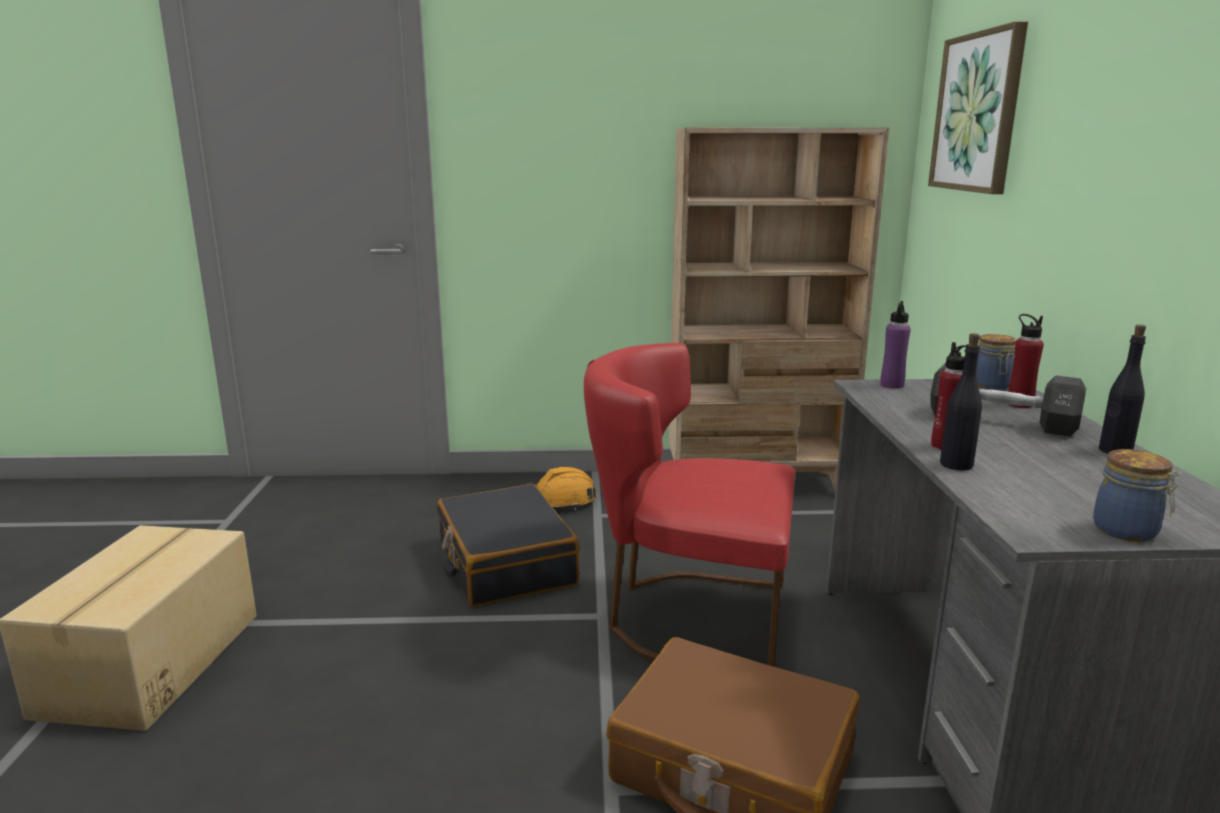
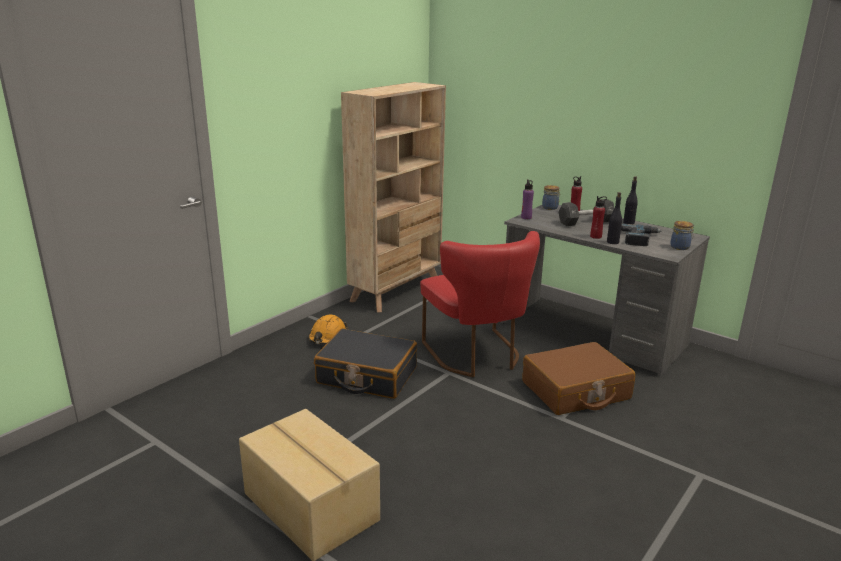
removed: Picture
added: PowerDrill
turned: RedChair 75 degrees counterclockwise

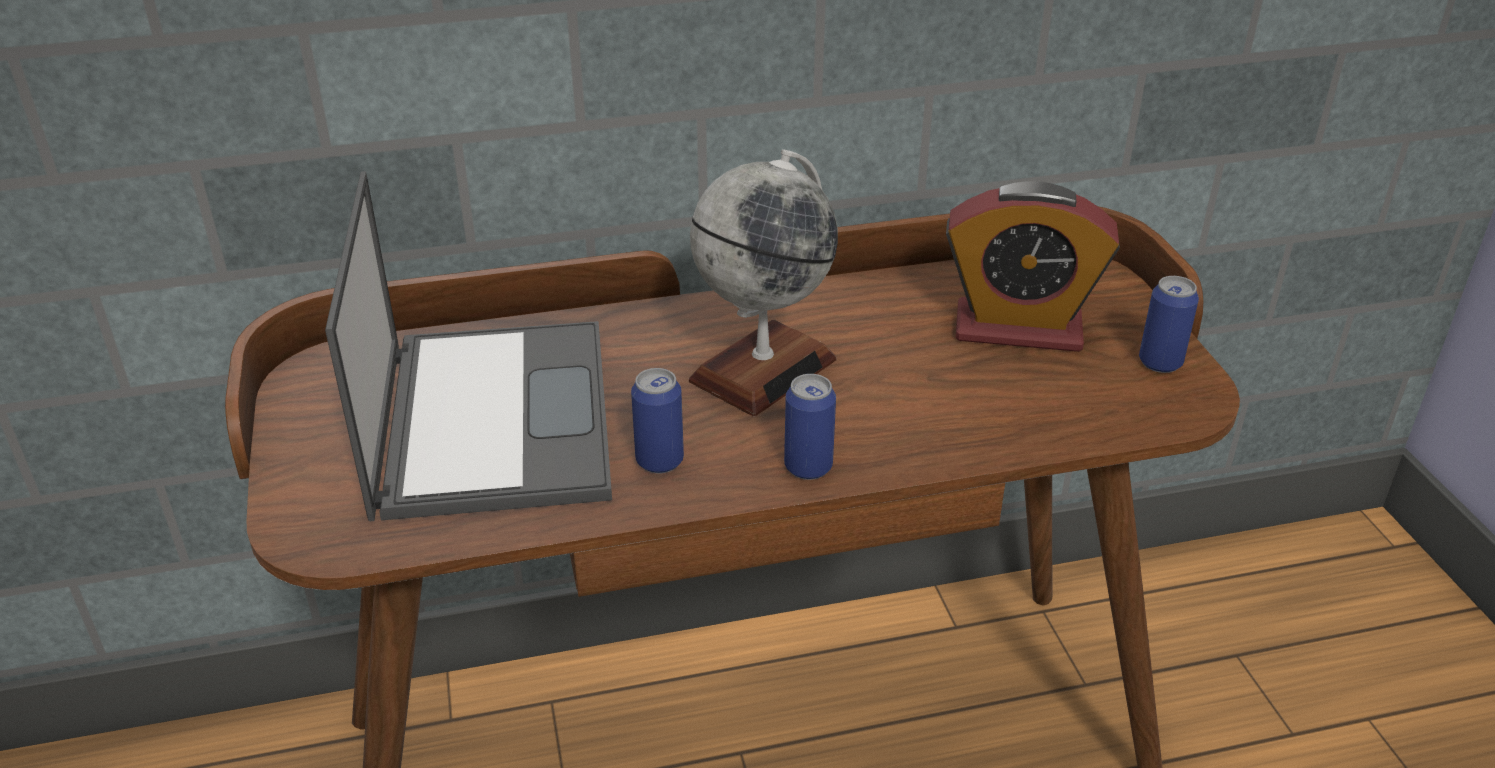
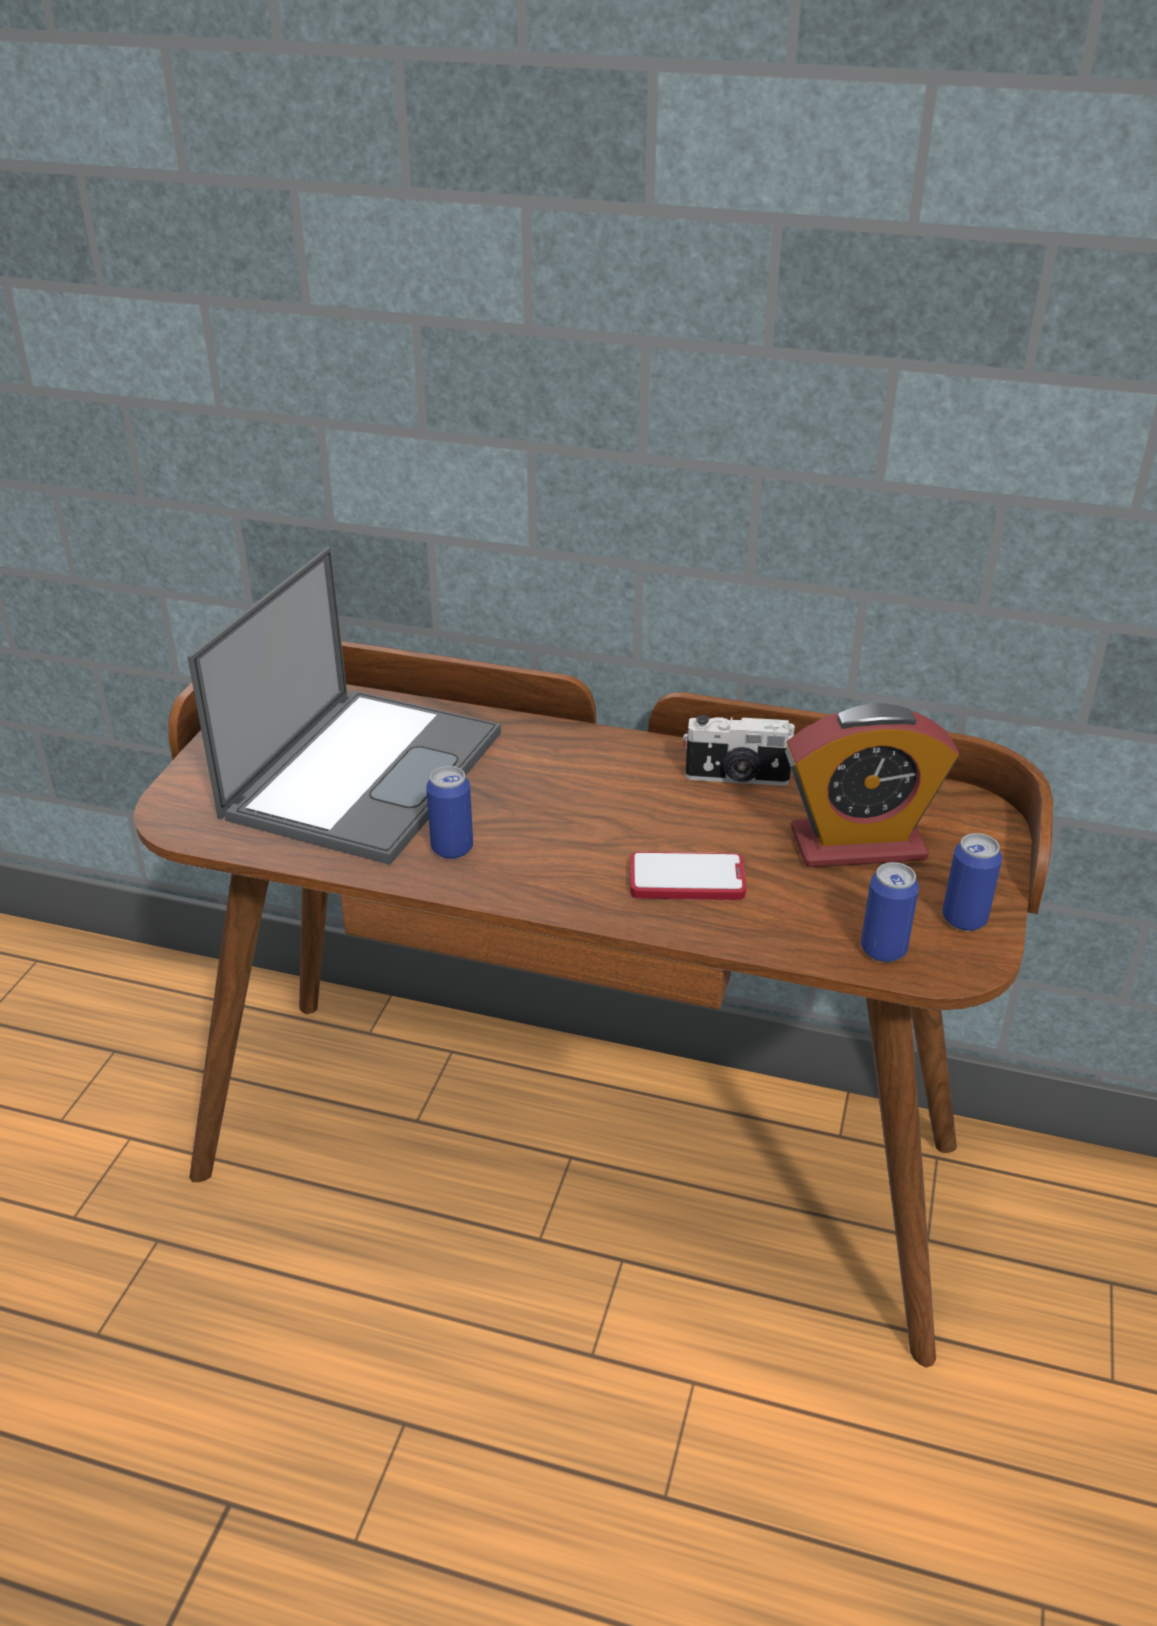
removed: Globe
added: Phone; PhotoCamera
moved: Can (2nd from left)
turned: AlarmClock 45 degrees counterclockwise

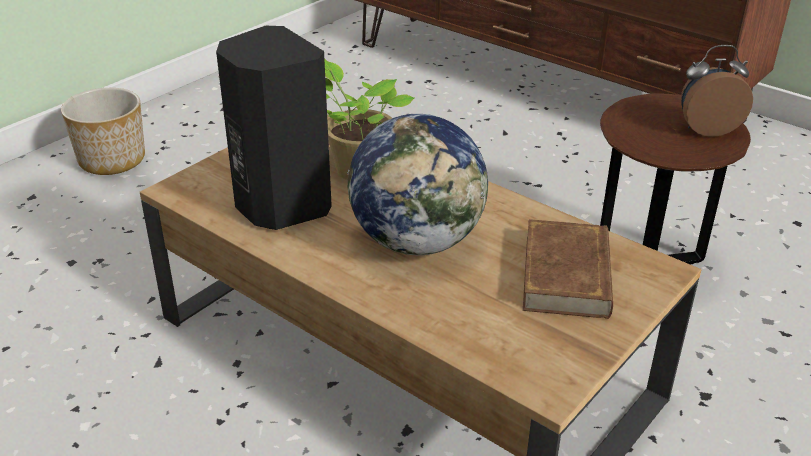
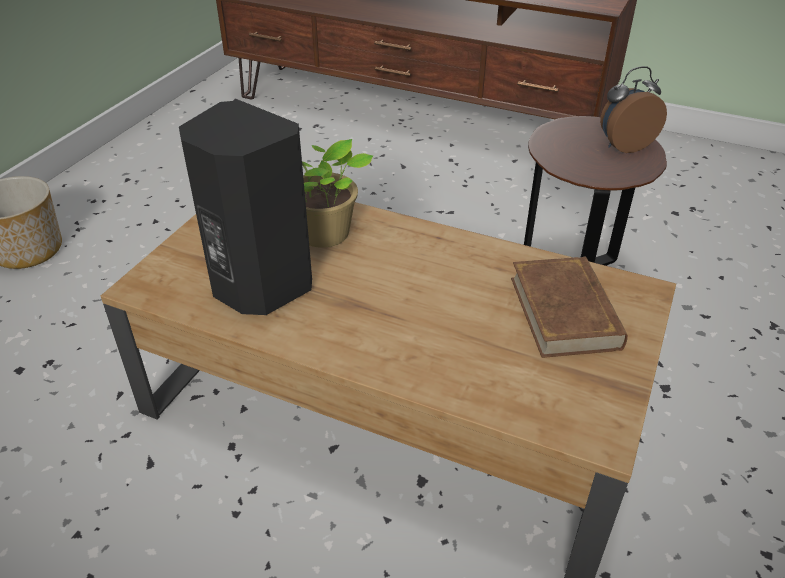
removed: Globe

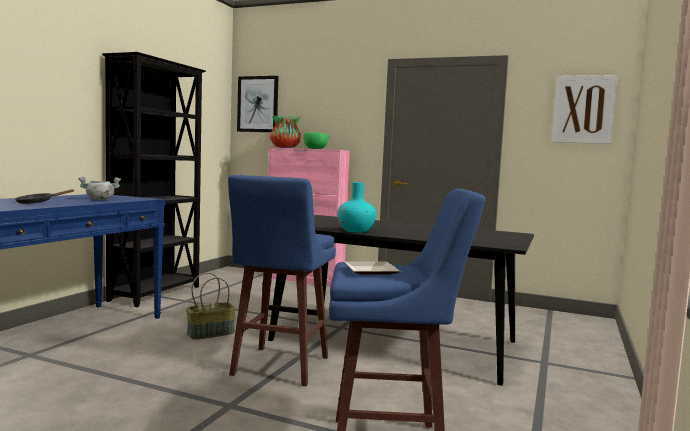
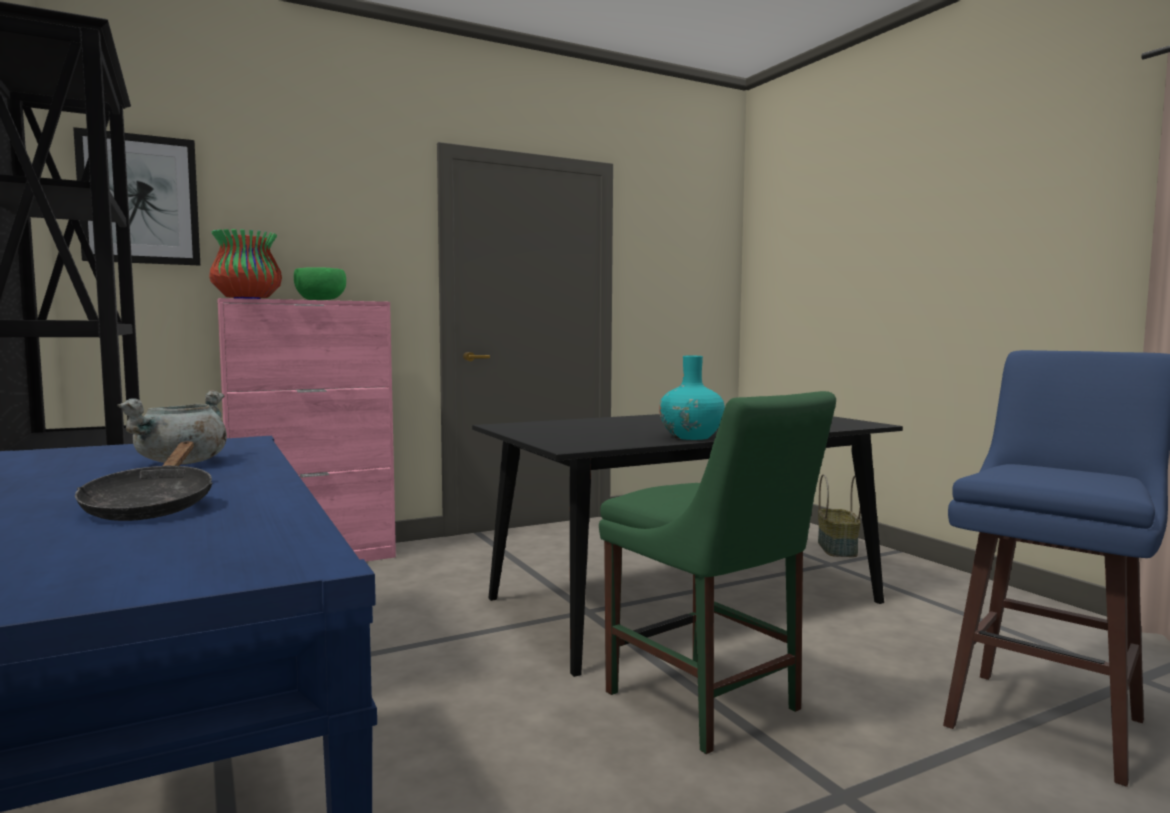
removed: Plate; Picture (2nd from left)
moved: Basket
replaced: BlueStool (1st from left) to GreenChair

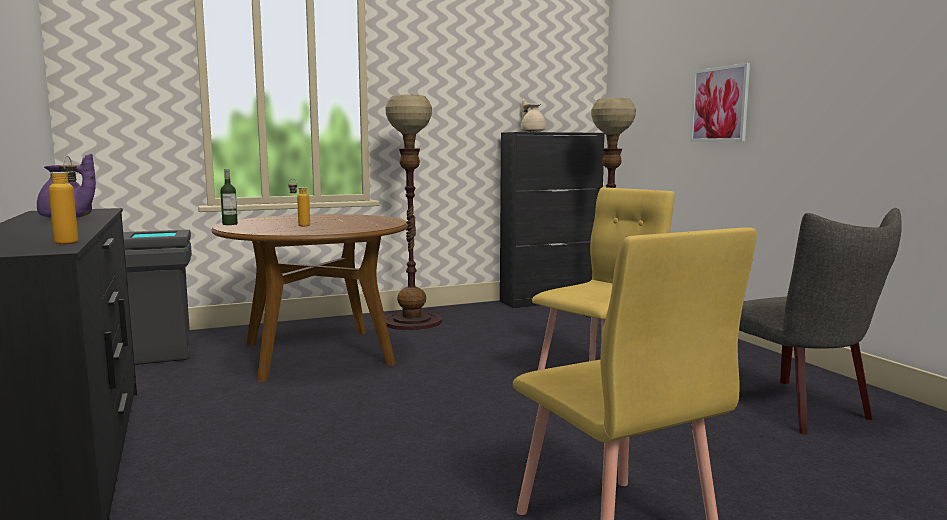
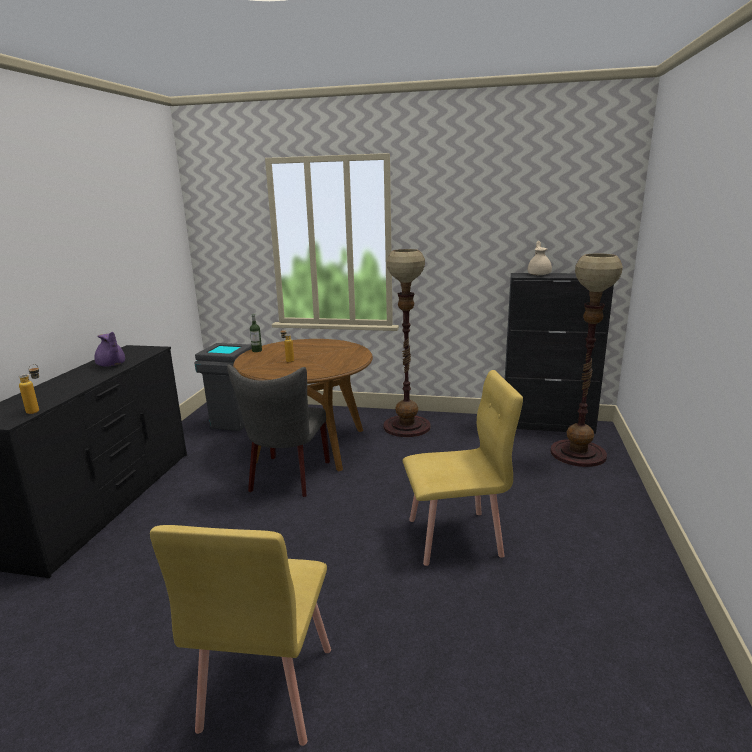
removed: Picture
moved: GreyChair

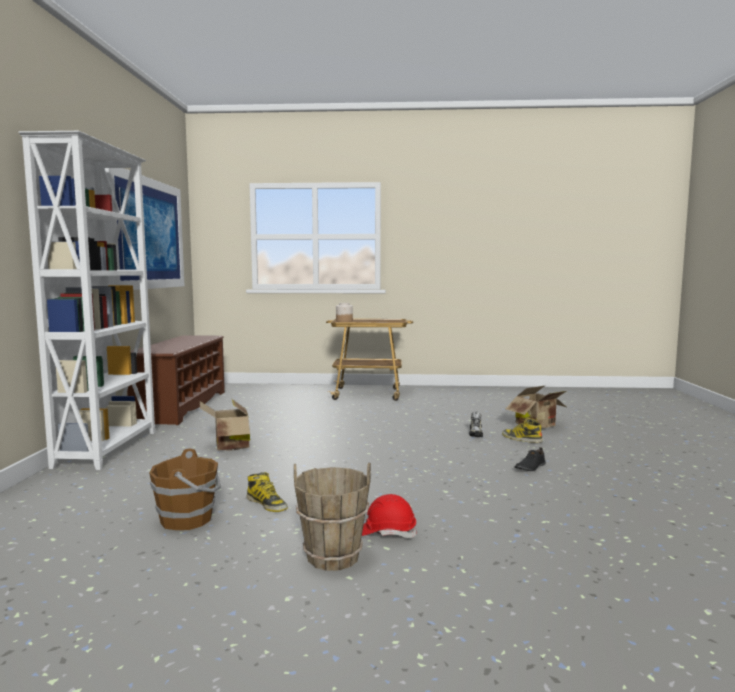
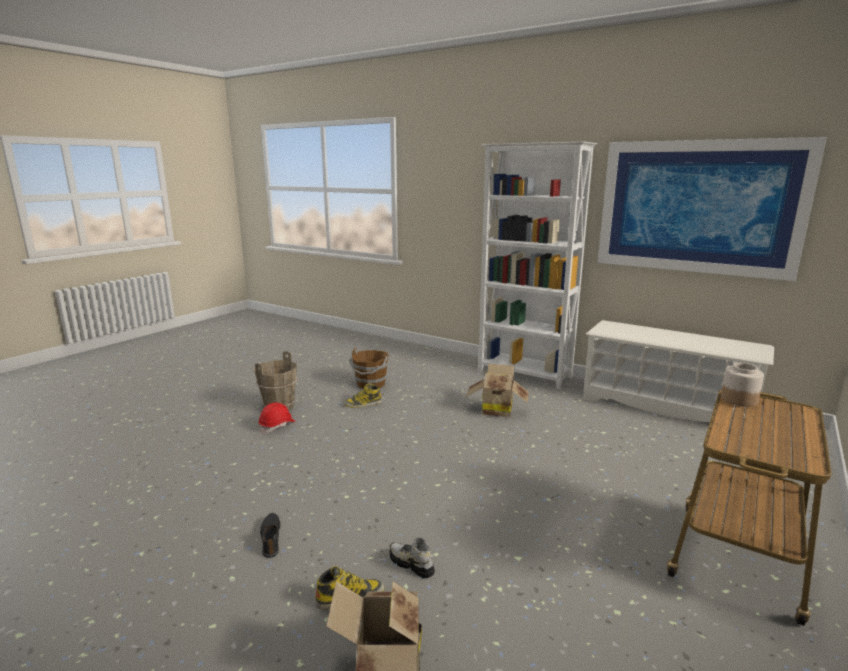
recoloured: BrownShoeRack to WhiteShoeRack

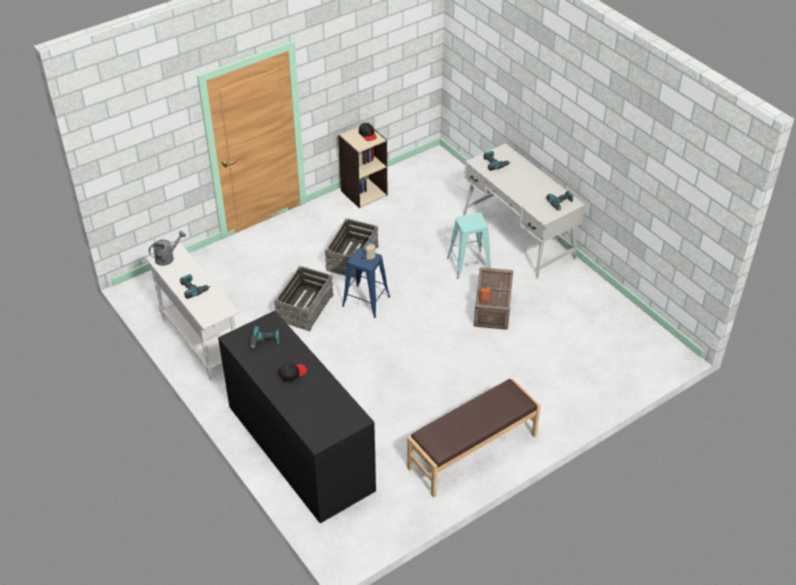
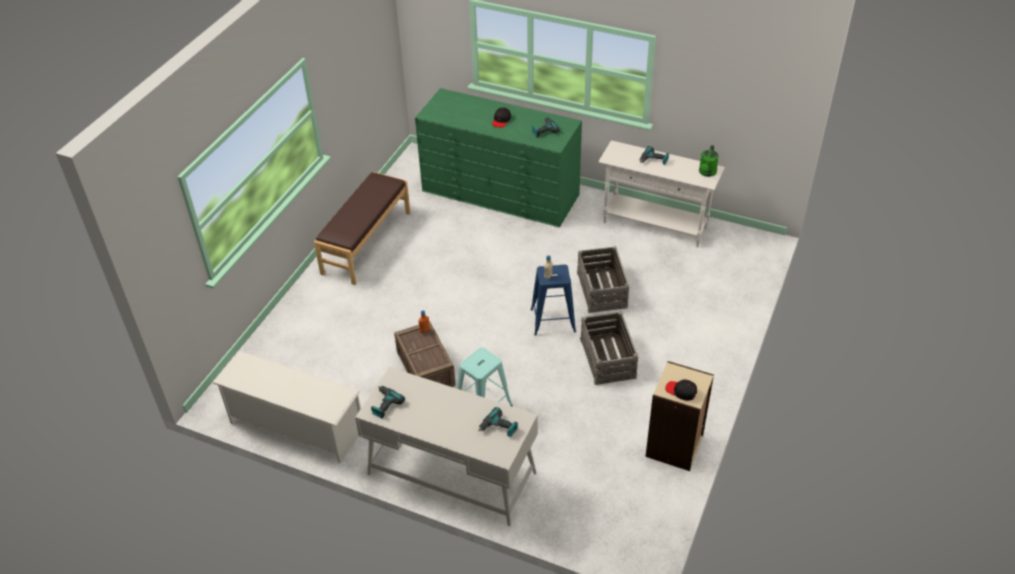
added: WhiteShoeRack
recoloured: BlackDresser to GreenDresser; GreyWateringCan to GreenWateringCan

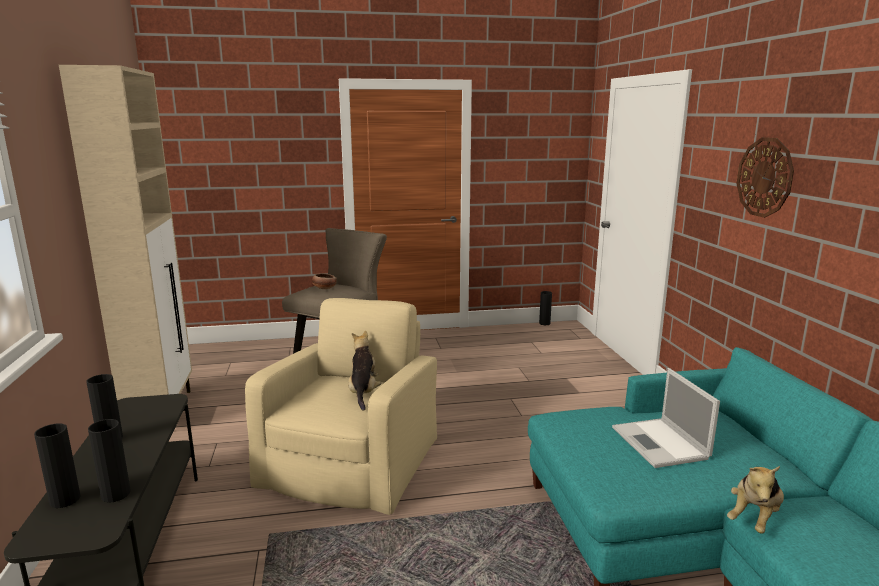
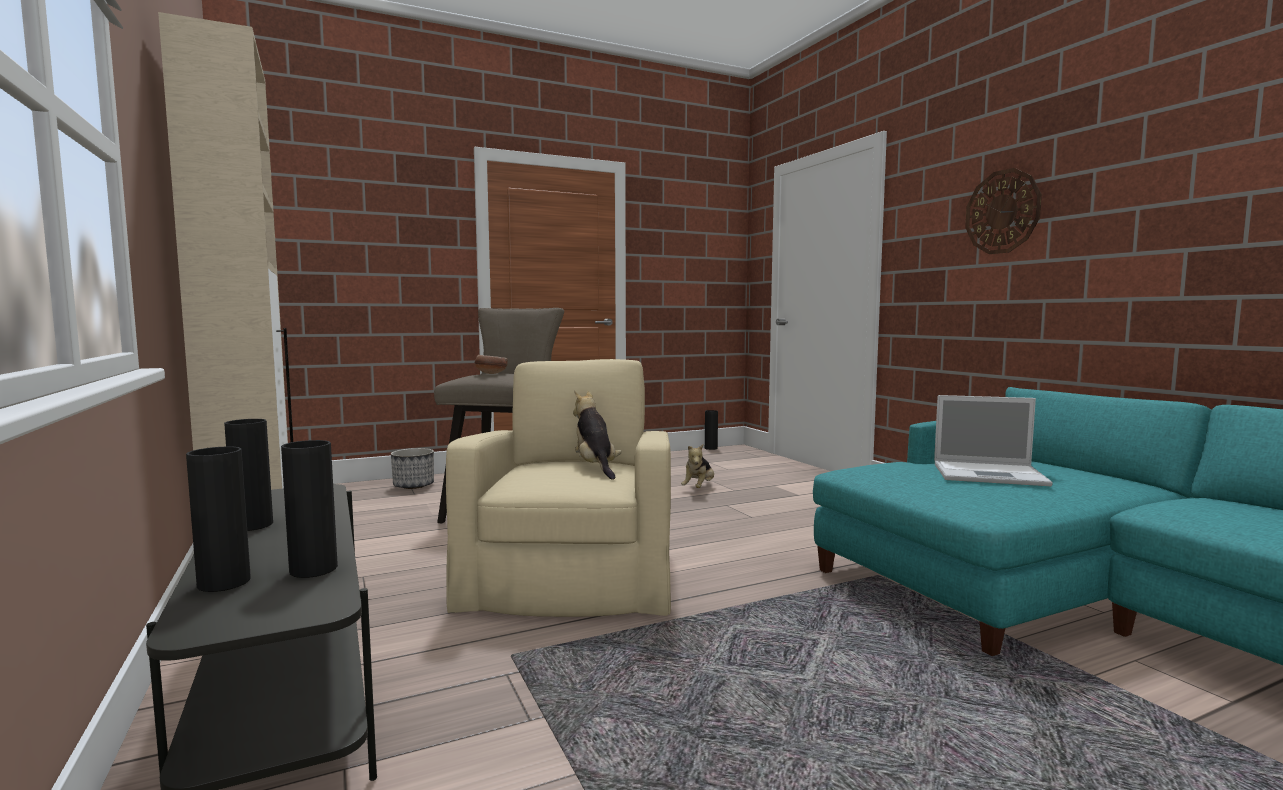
added: Planter
moved: PlushToy (2nd from left)
turned: Laptop 45 degrees counterclockwise

